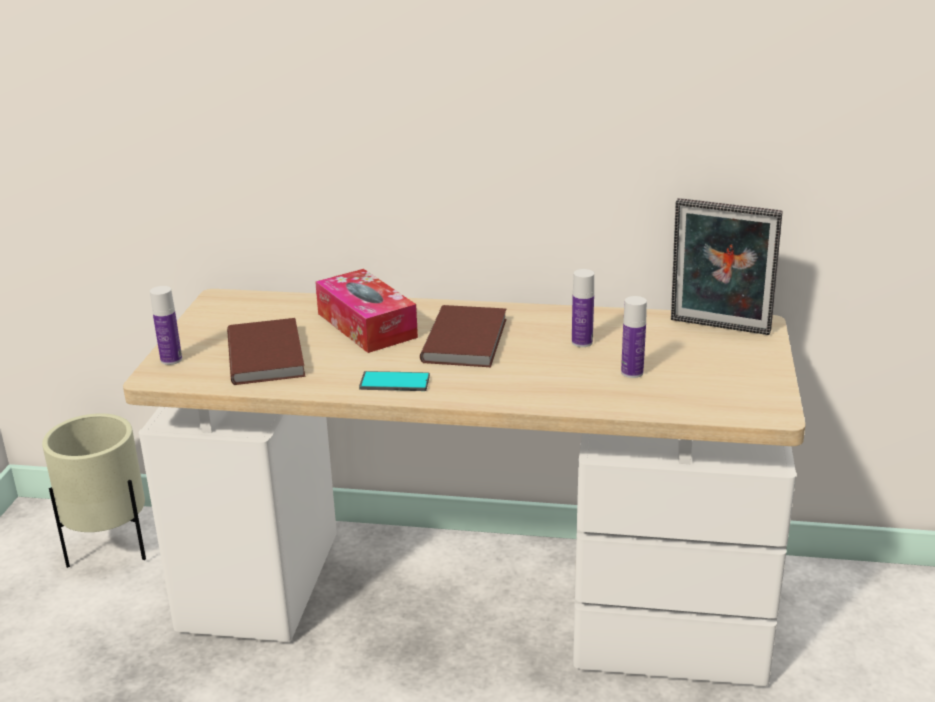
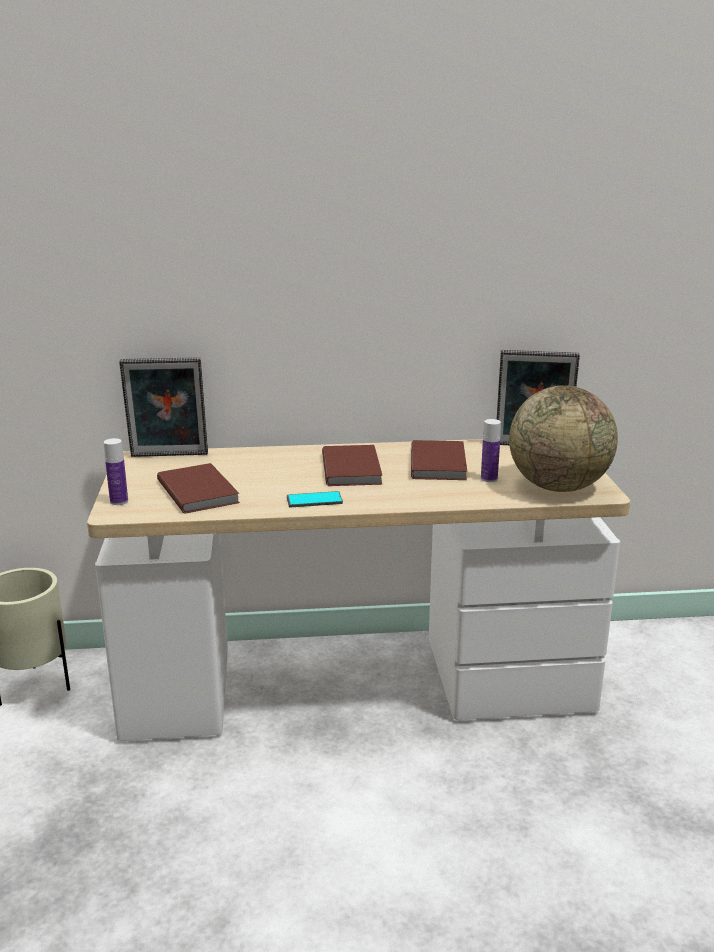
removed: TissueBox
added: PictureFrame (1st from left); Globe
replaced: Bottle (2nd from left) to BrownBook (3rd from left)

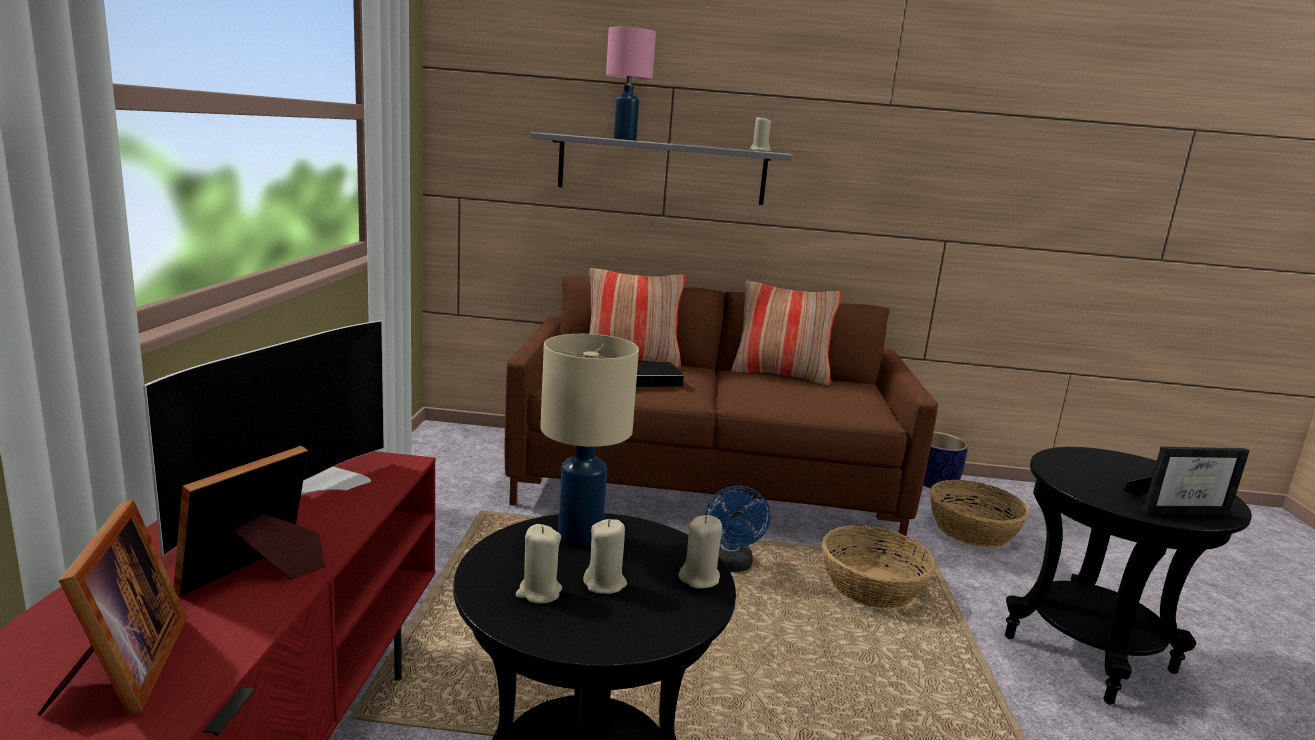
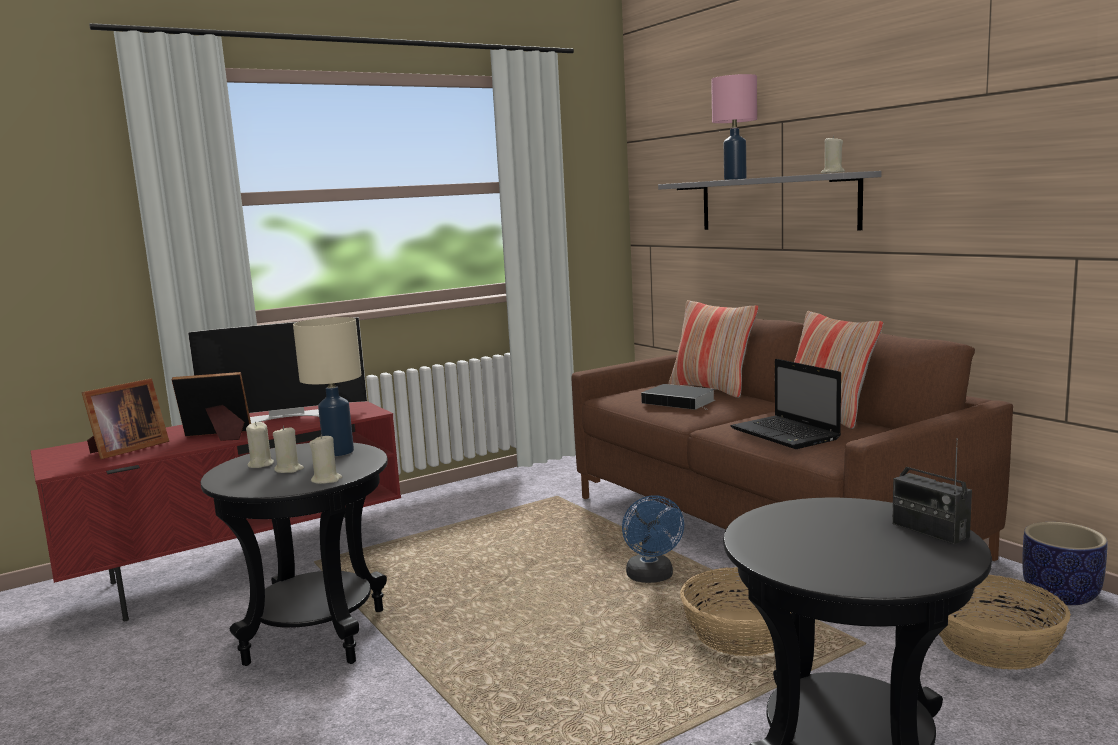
removed: PictureFrame (3rd from left)
added: Laptop; Radio
turned: BlueFan 60 degrees counterclockwise

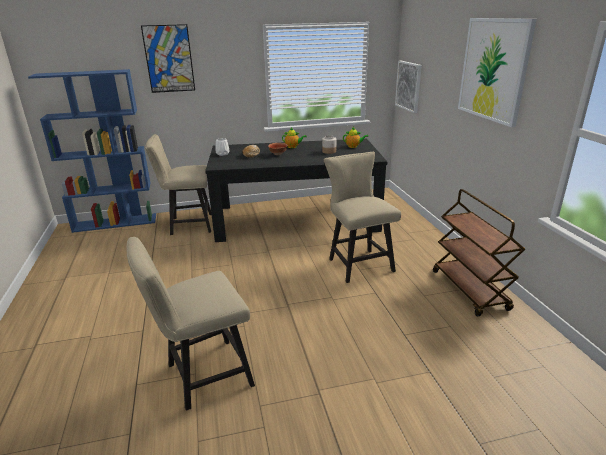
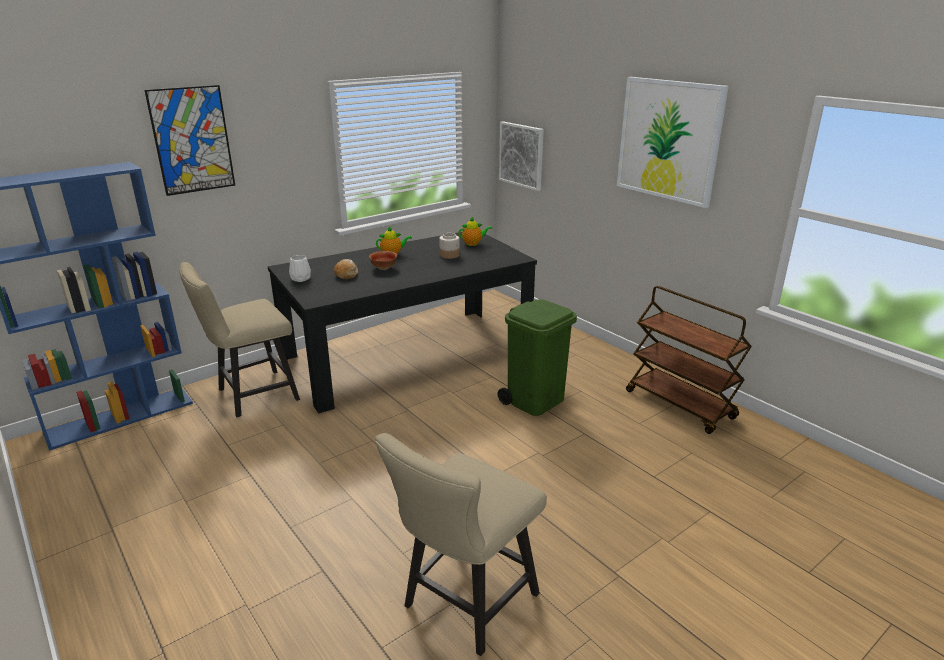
replaced: BeigeChair (3rd from left) to GreenTrashCan

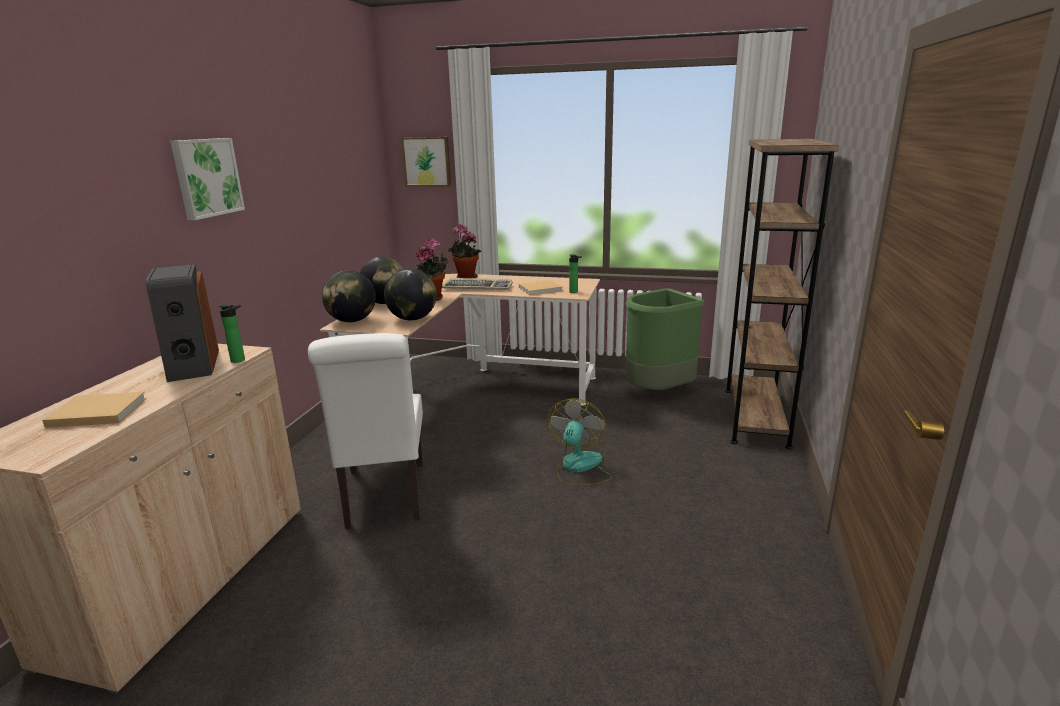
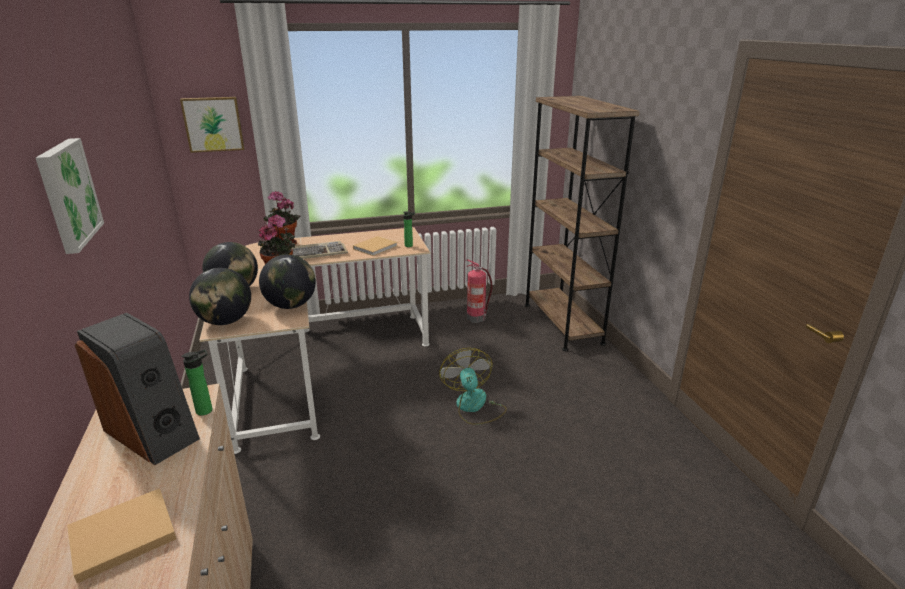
removed: WhiteChair
replaced: GreenTrashCan to FireExtinguisher

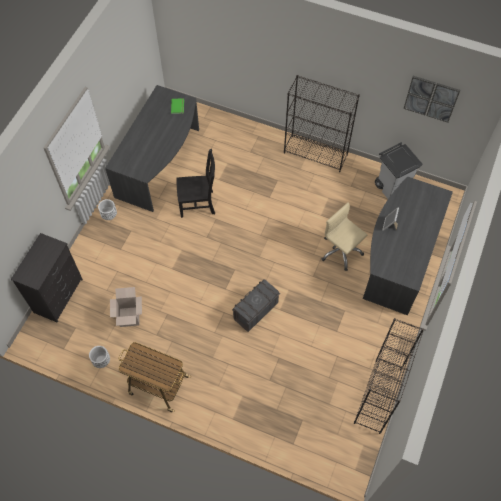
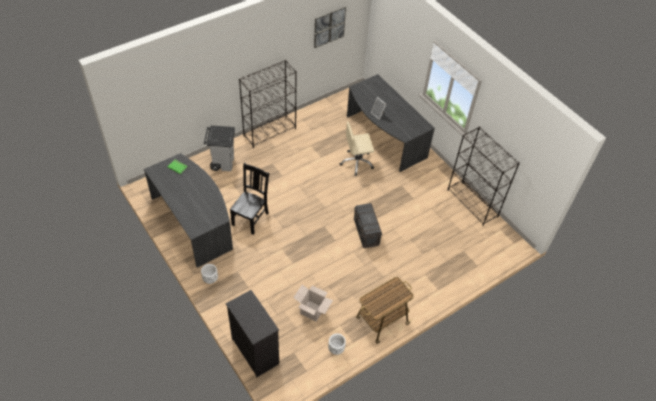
moved: GreyTrashCan

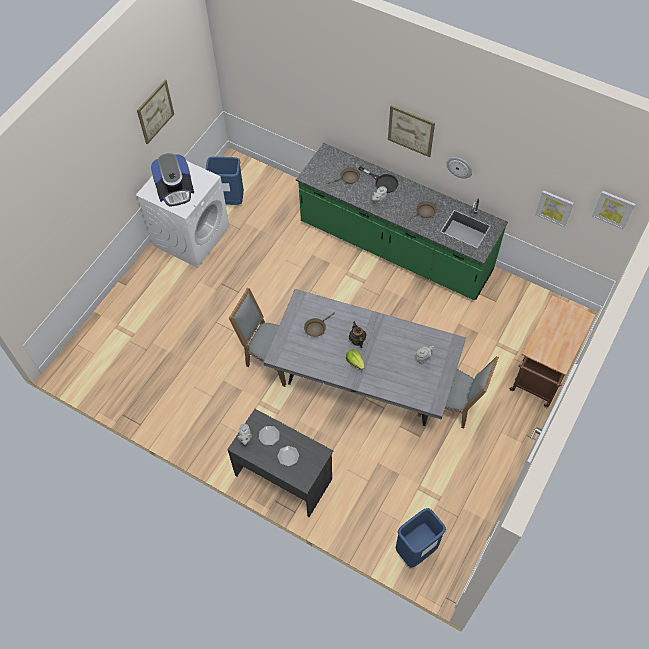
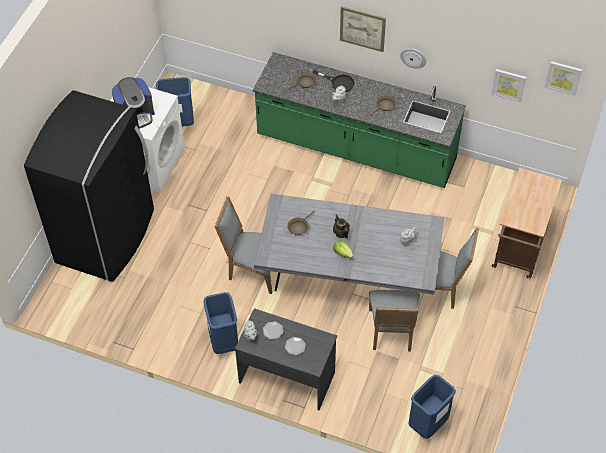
removed: Picture (1st from left)
added: BlackFridge; BlueTrashCan (2nd from left); GreyChair (2nd from left)

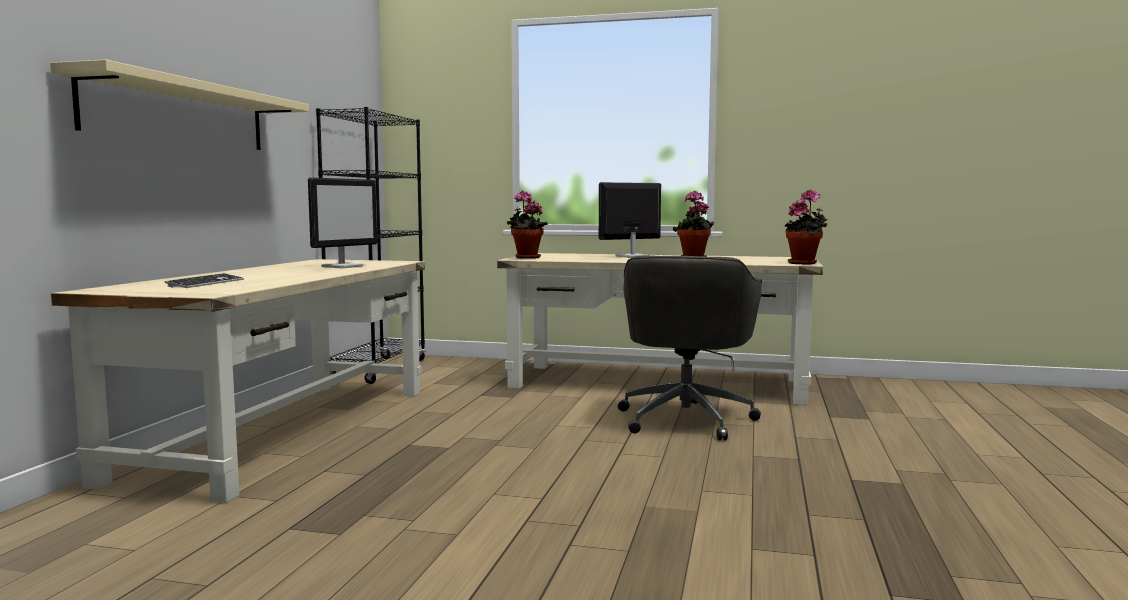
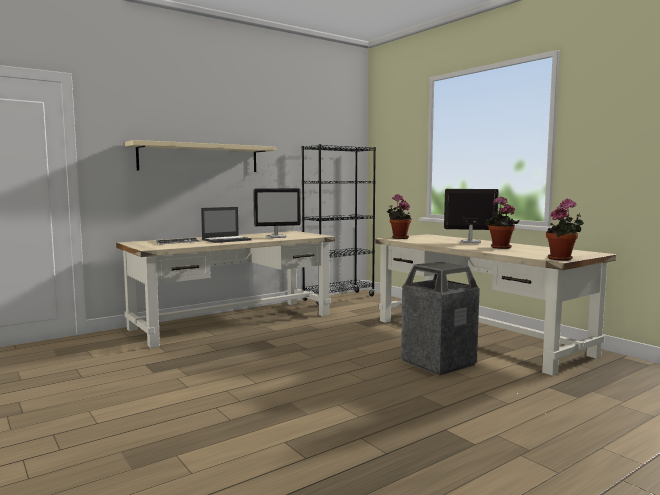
added: Laptop
replaced: GreyOfficeChair to TrashCan

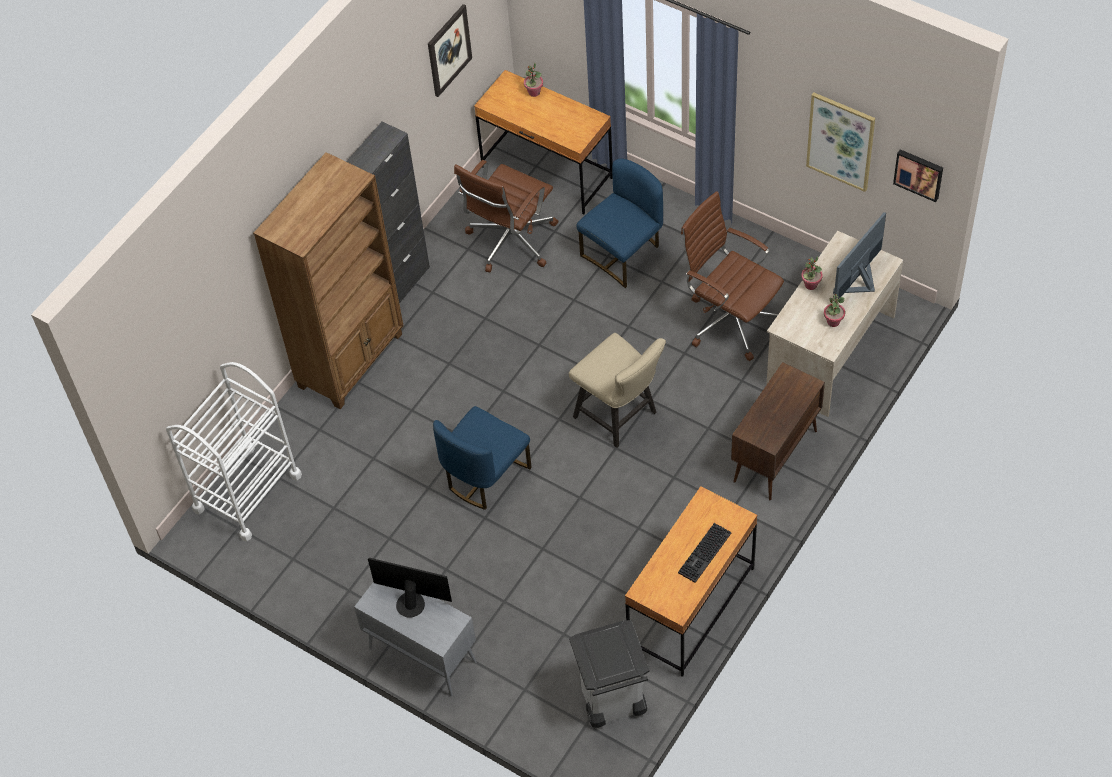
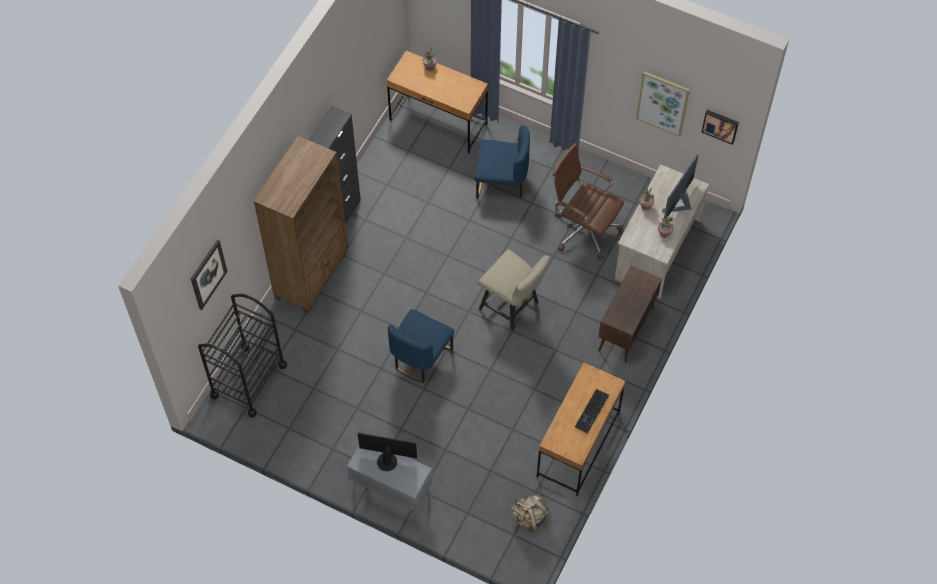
removed: BrownOfficeChair (1st from left)
moved: Picture (1st from left)
replaced: GreyTrashCan to BeigeBackpack
recoloured: WhiteCart to BlackCart
turned: BlueChair (2nd from left) 60 degrees clockwise

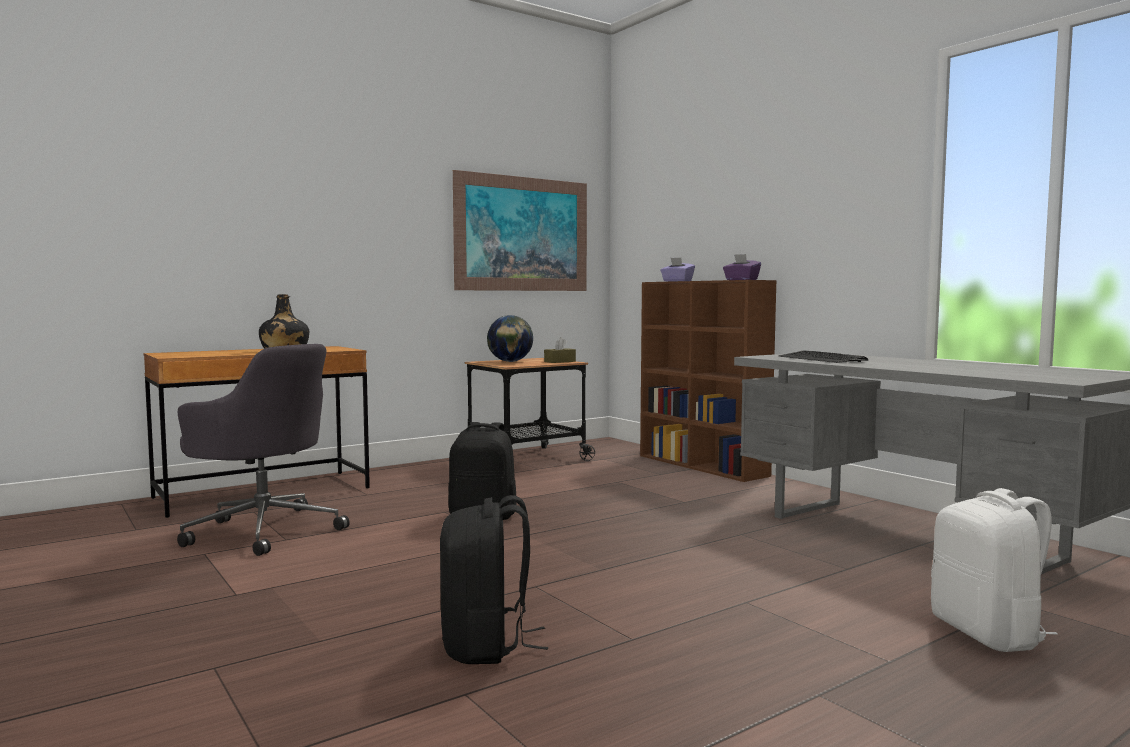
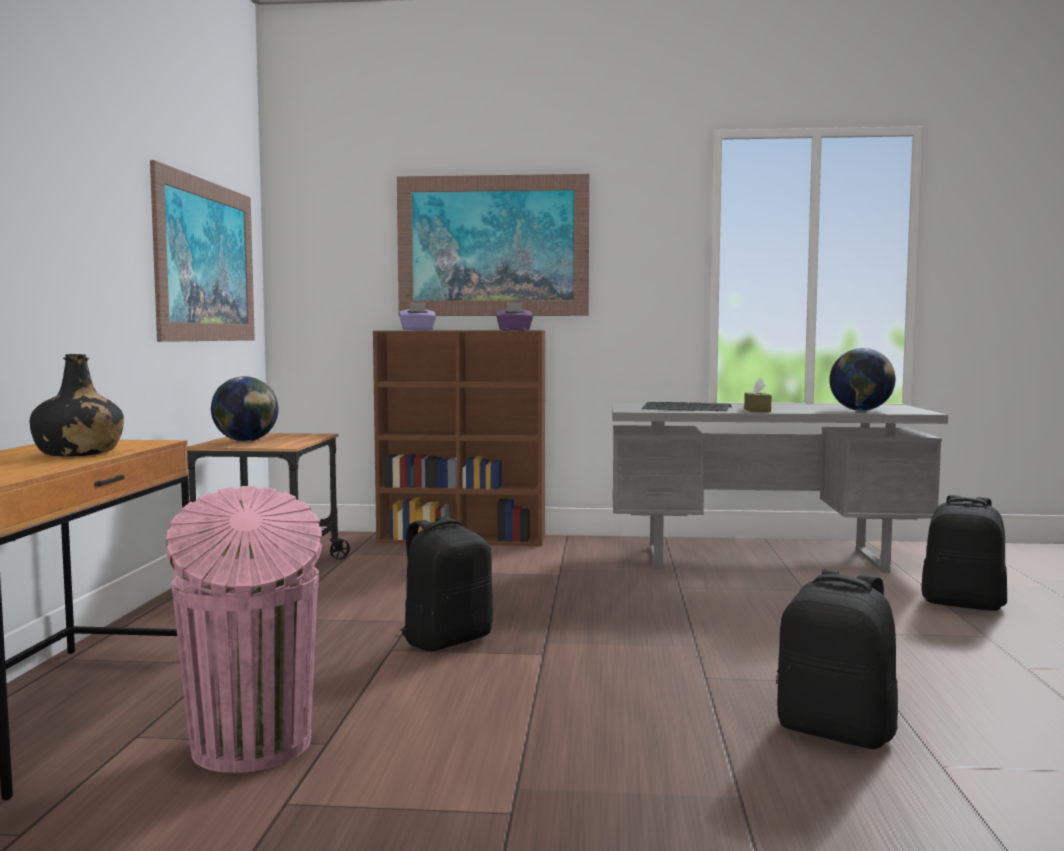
added: Picture (2nd from left); Globe (2nd from left)
moved: BrownTissueBox
replaced: GreyOfficeChair to PinkTrashCan
recoloured: WhiteBackpack to BlackBackpack (3rd from left)

